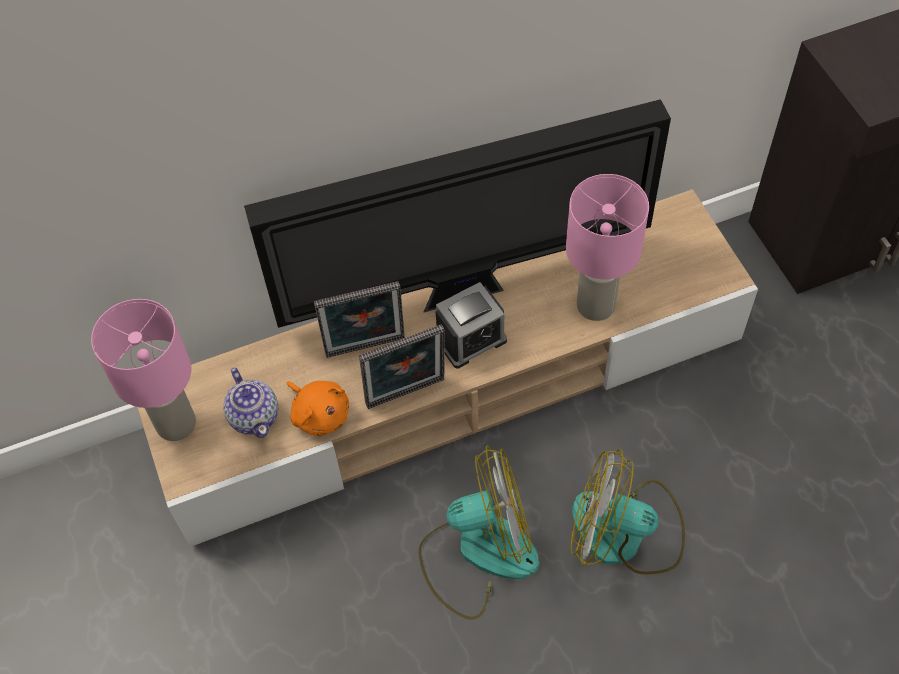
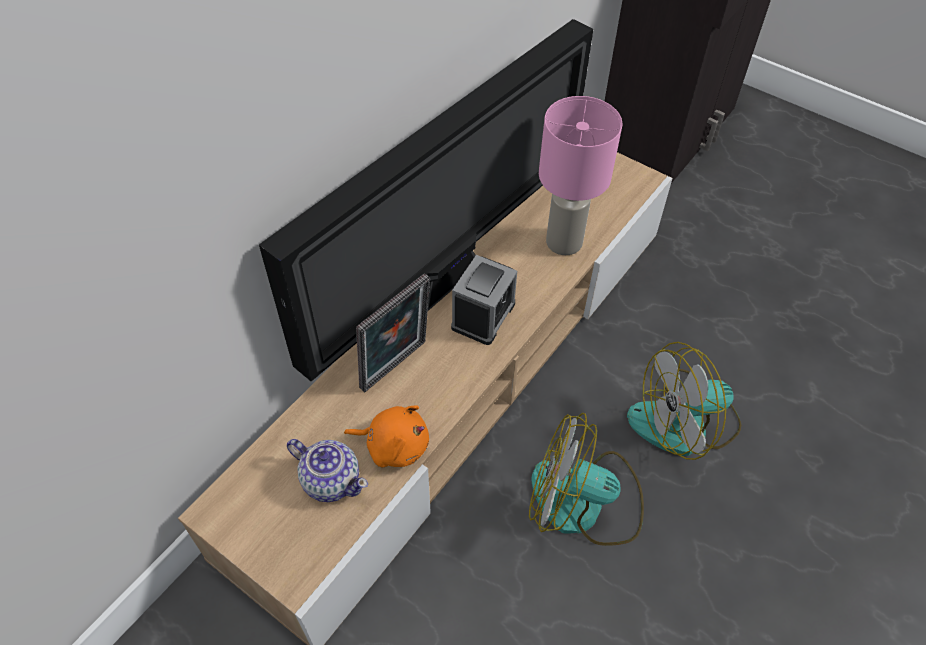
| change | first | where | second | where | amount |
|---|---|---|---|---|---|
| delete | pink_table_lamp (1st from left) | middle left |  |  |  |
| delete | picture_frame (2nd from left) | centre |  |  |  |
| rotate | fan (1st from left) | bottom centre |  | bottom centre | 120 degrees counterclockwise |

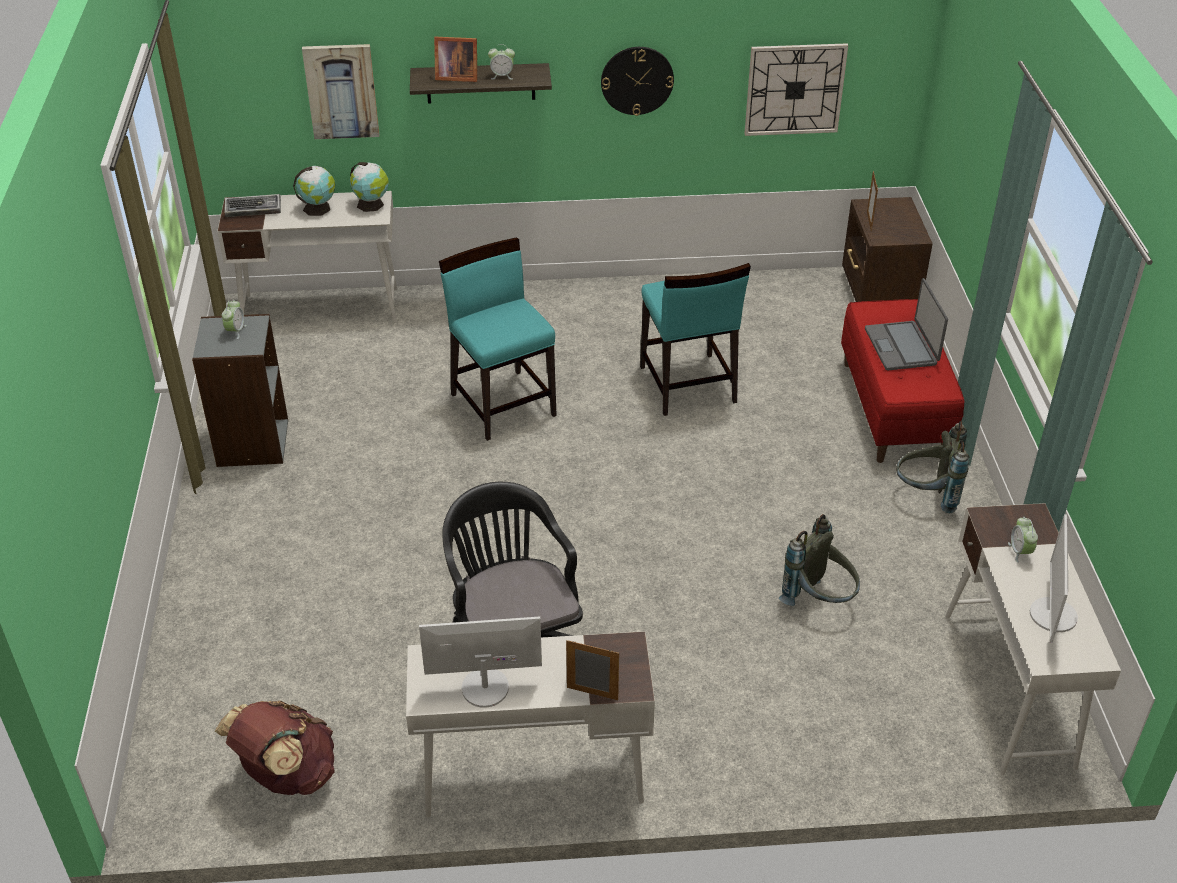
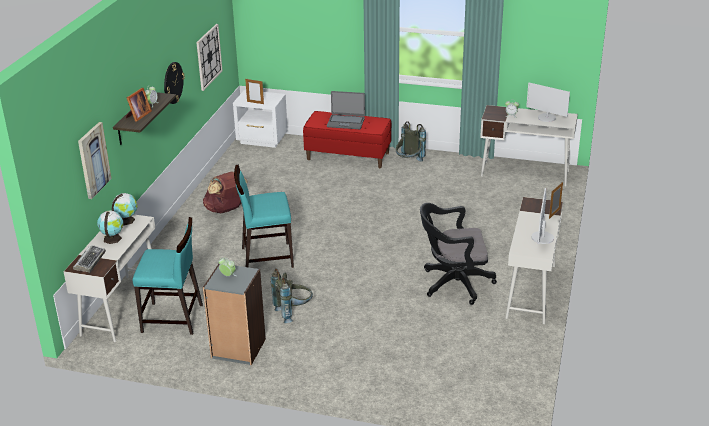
| change | first | where | second | where | amount |
|---|---|---|---|---|---|
| move | brown_backpack | bottom left |  | middle left |  |
| move | turquoise_chair (2nd from left in the first image) | centre | turquoise_chair (1st from left) | middle left |  |
| move | grey_backpack (1st from left) | middle right |  | bottom centre |  |
| recolor | brown_nightstand | top right | white_nightstand | top centre |  |

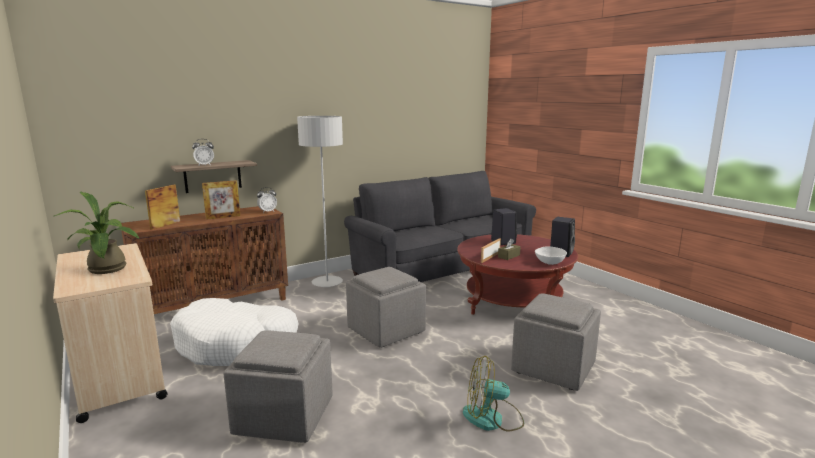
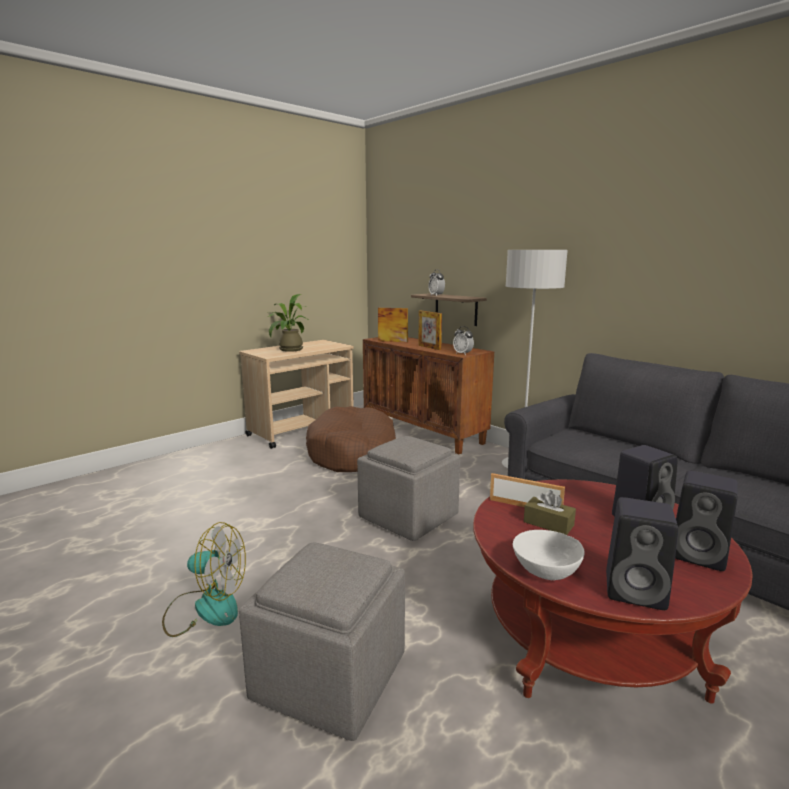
| change | first | where | second | where | amount |
|---|---|---|---|---|---|
| recolor | white_dog_bed | bottom left | brown_dog_bed | centre |  |
| delete | grey_ottoman (1st from left) | bottom centre |  |  |  |
| rotate | fan | bottom centre |  | bottom left | 105 degrees clockwise |
| insert |  |  | black_speaker (3rd from left) | middle right |  |

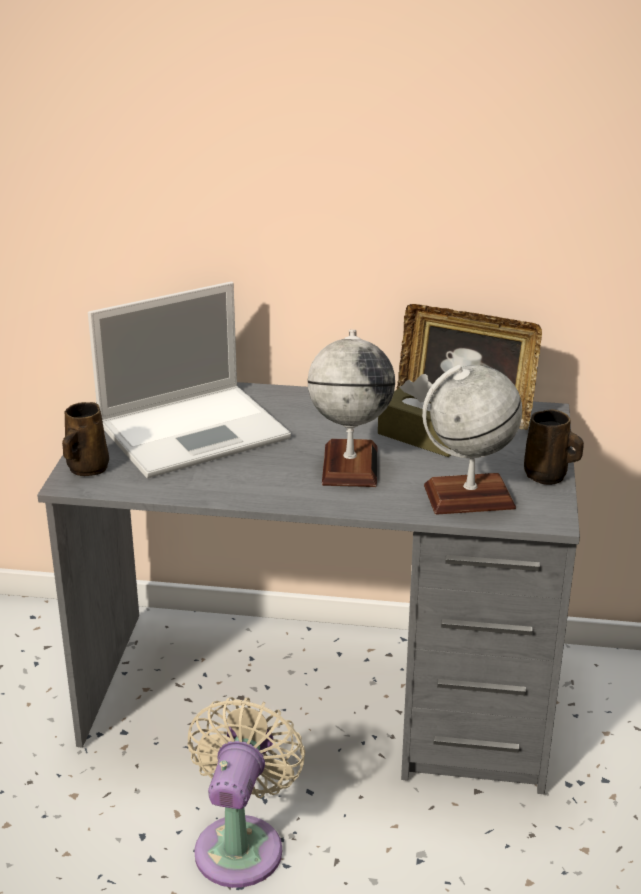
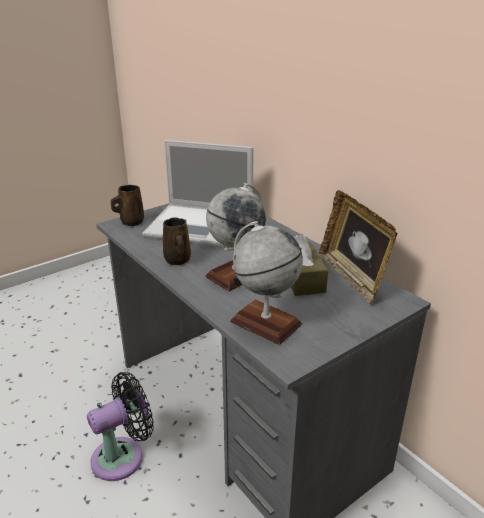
| change | first | where | second | where | amount |
|---|---|---|---|---|---|
| recolor | beige_fan | bottom centre | black_fan | bottom left |  |
| move | brown_mug (2nd from left) | middle right |  | centre |  |

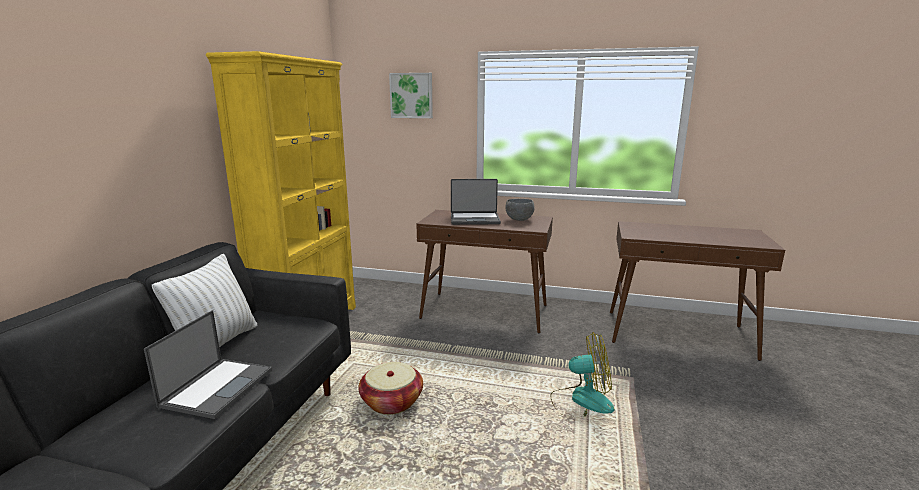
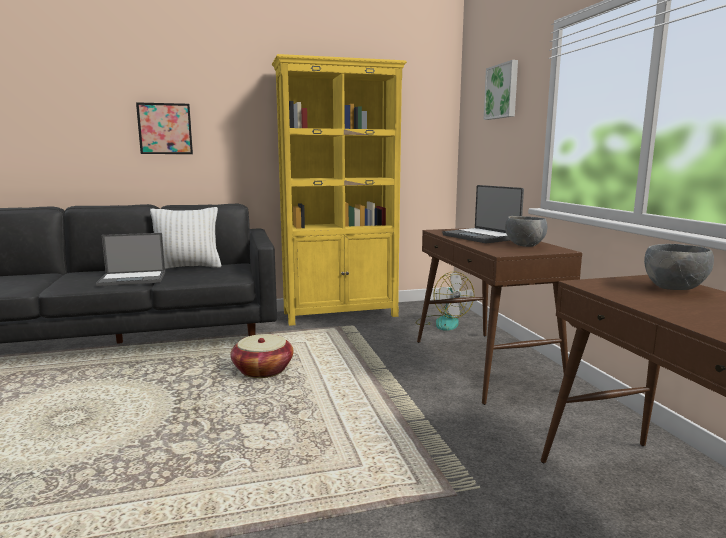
| change | first | where | second | where | amount |
|---|---|---|---|---|---|
| move | fan | bottom centre |  | centre |  |
| insert |  |  | picture (1st from left) | top left |  |
| insert |  |  | grey_bowl (2nd from left) | middle right |  |

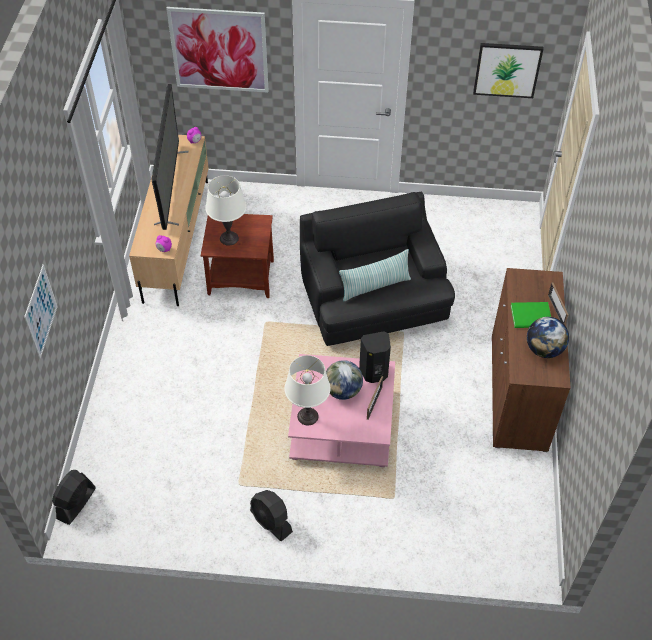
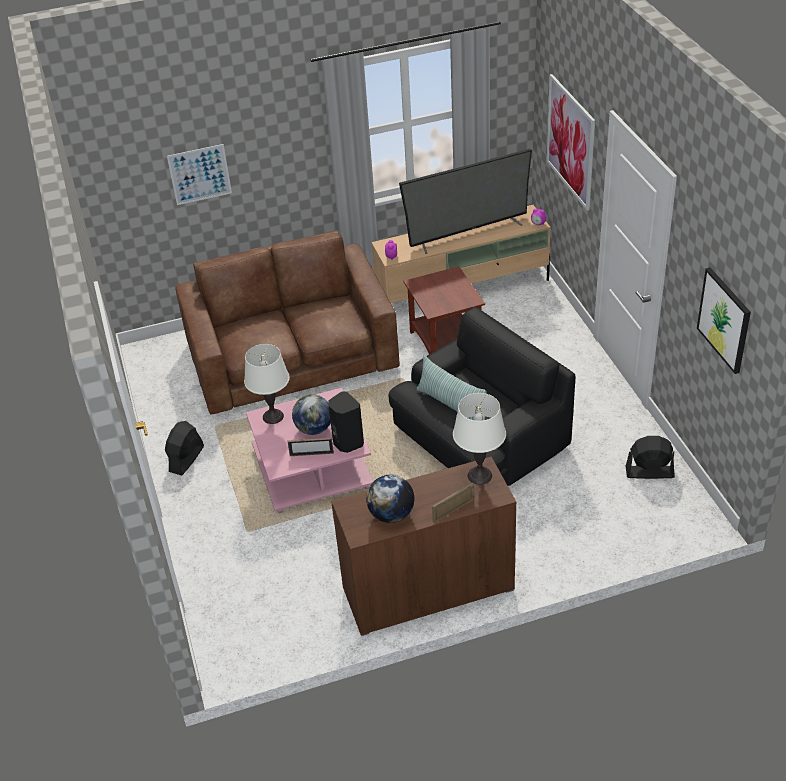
| change | first | where | second | where | amount |
|---|---|---|---|---|---|
| move | black_fan (1st from left in the first image) | bottom left | black_fan (2nd from left) | middle right |  |
| move | white_table_lamp (1st from left in the first image) | top centre | white_table_lamp (2nd from left) | centre |  |
| delete | green_book | middle right |  |  |  |
| insert |  |  | brown_sofa | centre |  |

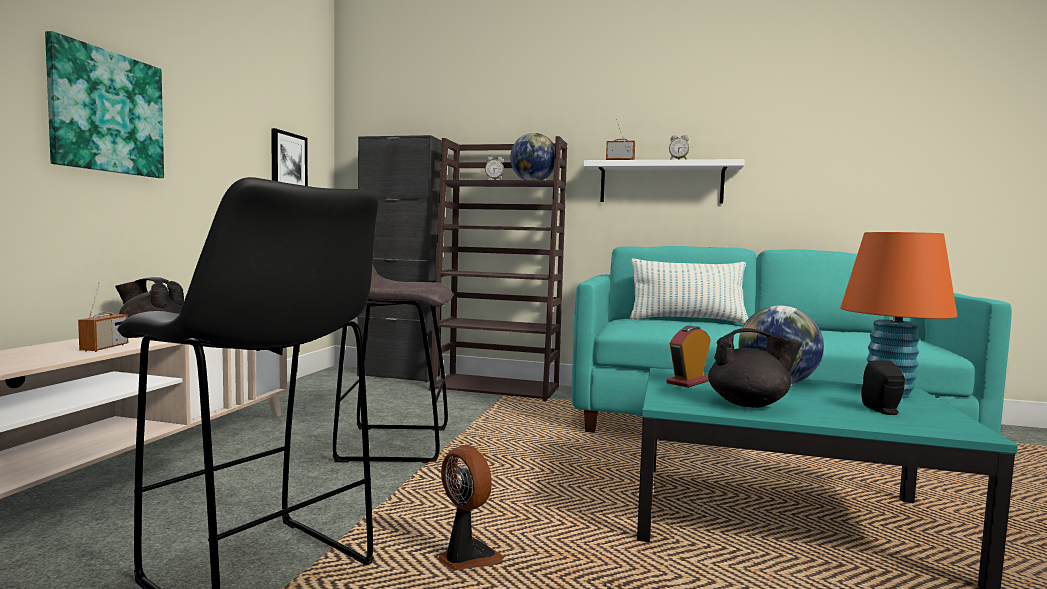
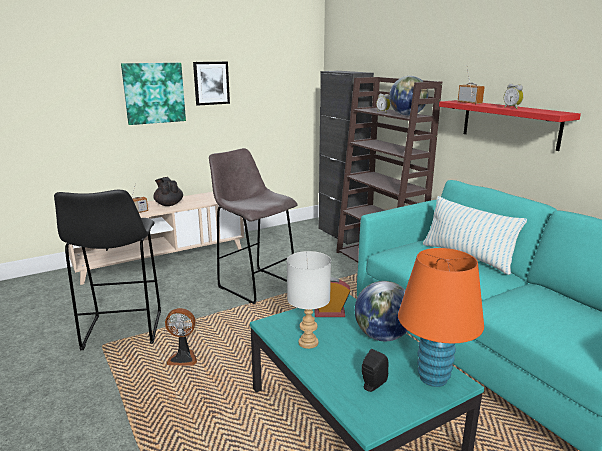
| change | first | where | second | where | amount |
|---|---|---|---|---|---|
| move | picture (2nd from left) | top left |  | top centre |  |
| rotate | fan | bottom centre |  | bottom left | 90 degrees clockwise |
| recolor | white_shelf | top centre | red_shelf | top right |  |
| replace | black_teapot (2nd from left) | middle right | grey_table_lamp | centre |  |

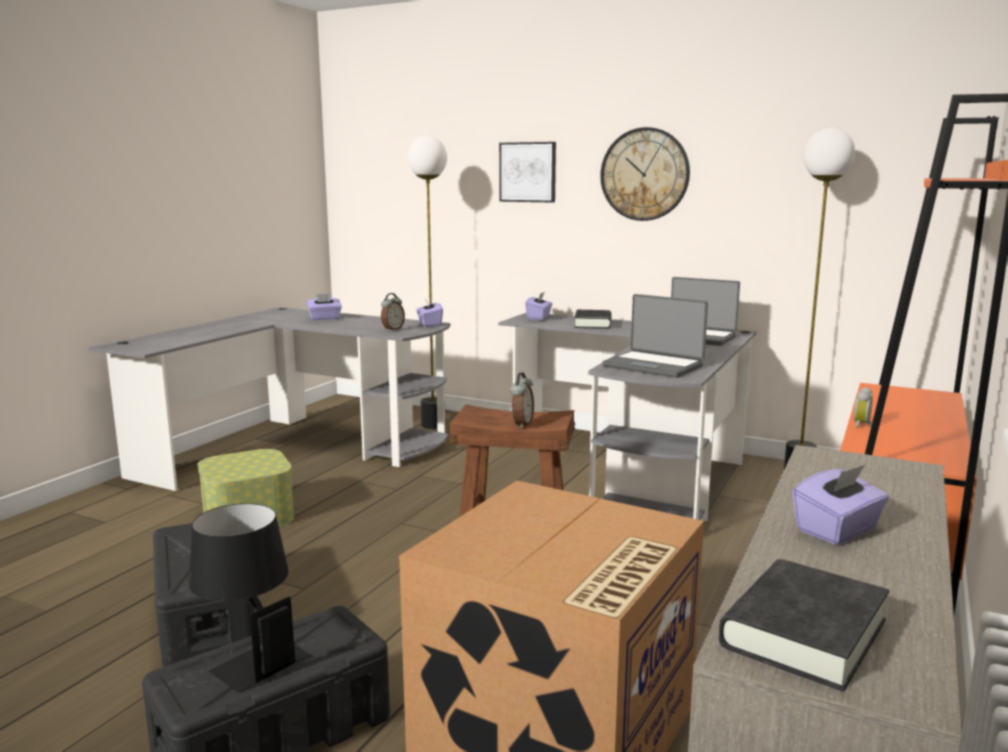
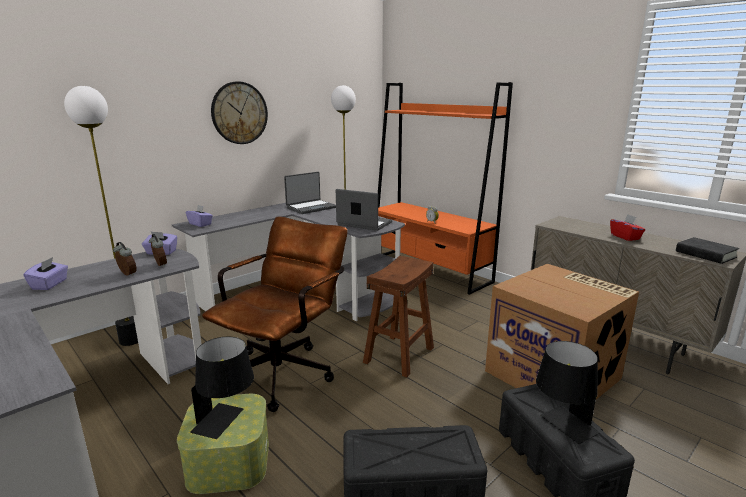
| change | first | where | second | where | amount |
|---|---|---|---|---|---|
| delete | picture | top centre |  |  |  |
| move | alarm_clock (2nd from left in the first image) | centre | alarm_clock (1st from left) | middle left |  |
| delete | black_book (1st from left) | centre |  |  |  |
| rotate | laptop (1st from left in the first image) | centre | laptop (2nd from left) | centre | 120 degrees counterclockwise |
| recolor | purple_tissue_box (4th from left) | bottom right | red_tissue_box | middle right |  |
| insert |  |  | black_table_lamp (1st from left) | bottom left |  |
| insert |  |  | brown_office_chair | centre |  |

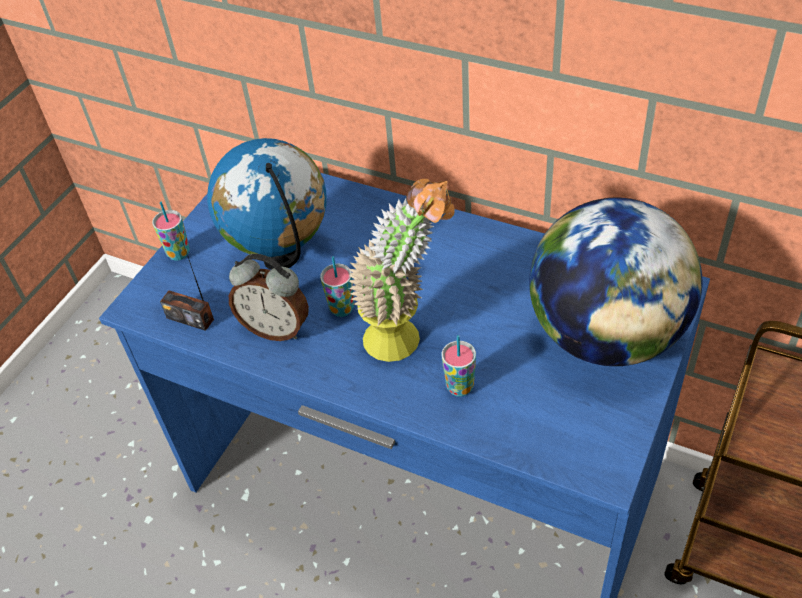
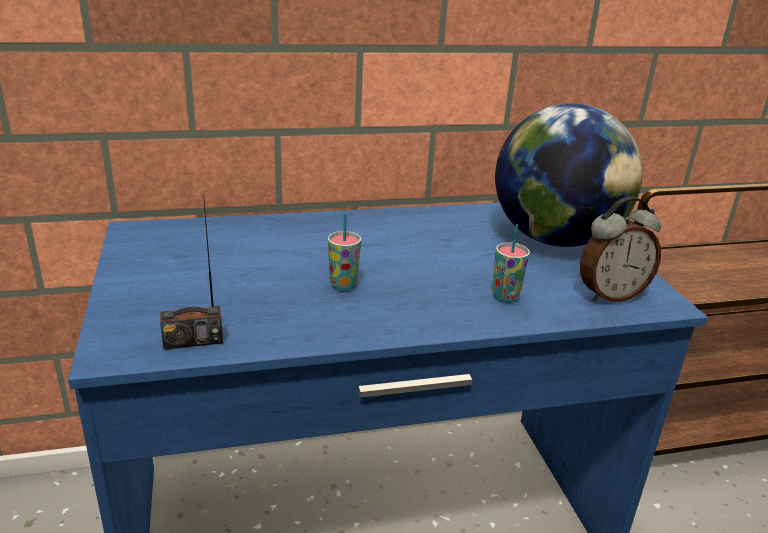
| change | first | where | second | where | amount |
|---|---|---|---|---|---|
| delete | cup (1st from left) | middle left |  |  |  |
| delete | globe (1st from left) | middle left |  |  |  |
| move | alarm_clock | centre |  | middle right |  |
| delete | potted_plant | centre |  |  |  |

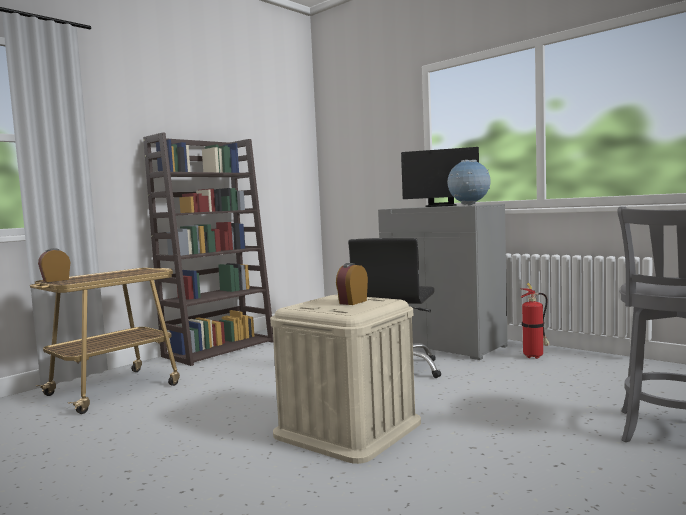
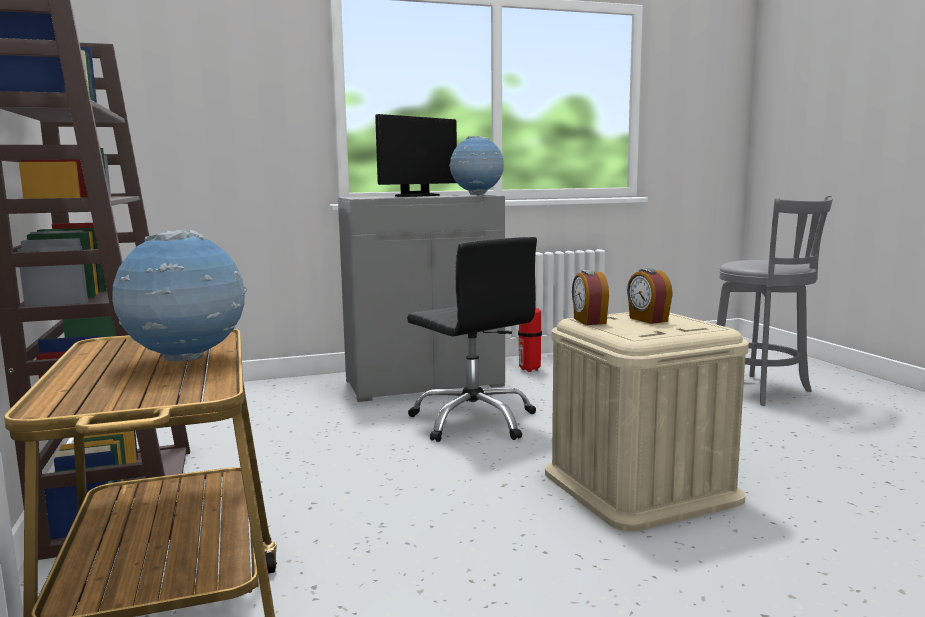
| change | first | where | second | where | amount |
|---|---|---|---|---|---|
| move | alarm_clock (1st from left) | middle left |  | centre |  |
| insert |  |  | globe (1st from left) | middle left |  |

